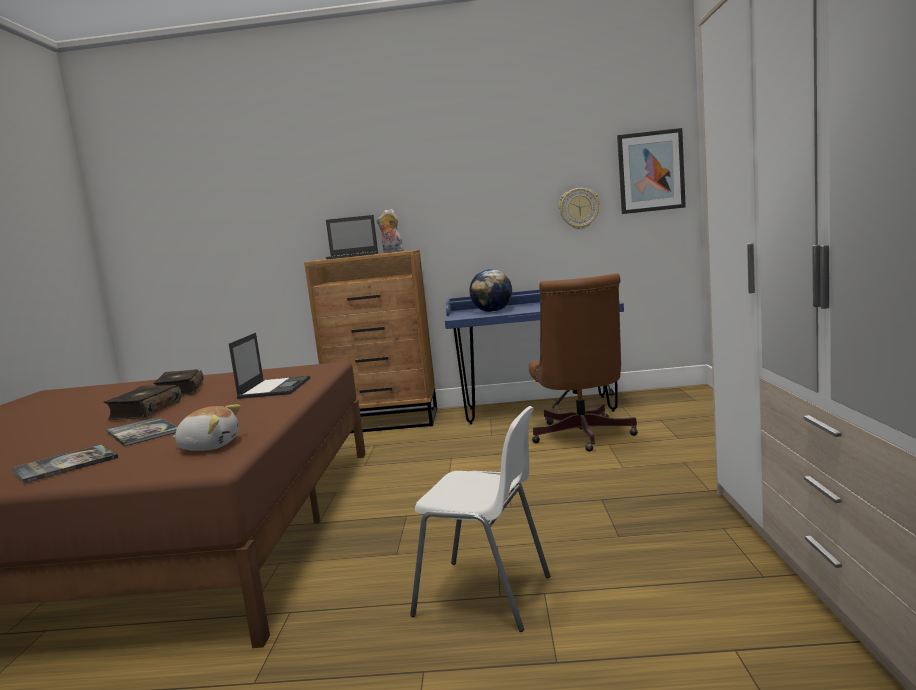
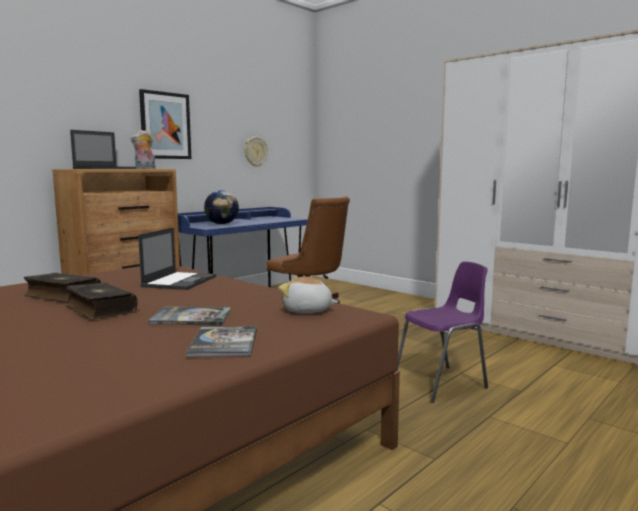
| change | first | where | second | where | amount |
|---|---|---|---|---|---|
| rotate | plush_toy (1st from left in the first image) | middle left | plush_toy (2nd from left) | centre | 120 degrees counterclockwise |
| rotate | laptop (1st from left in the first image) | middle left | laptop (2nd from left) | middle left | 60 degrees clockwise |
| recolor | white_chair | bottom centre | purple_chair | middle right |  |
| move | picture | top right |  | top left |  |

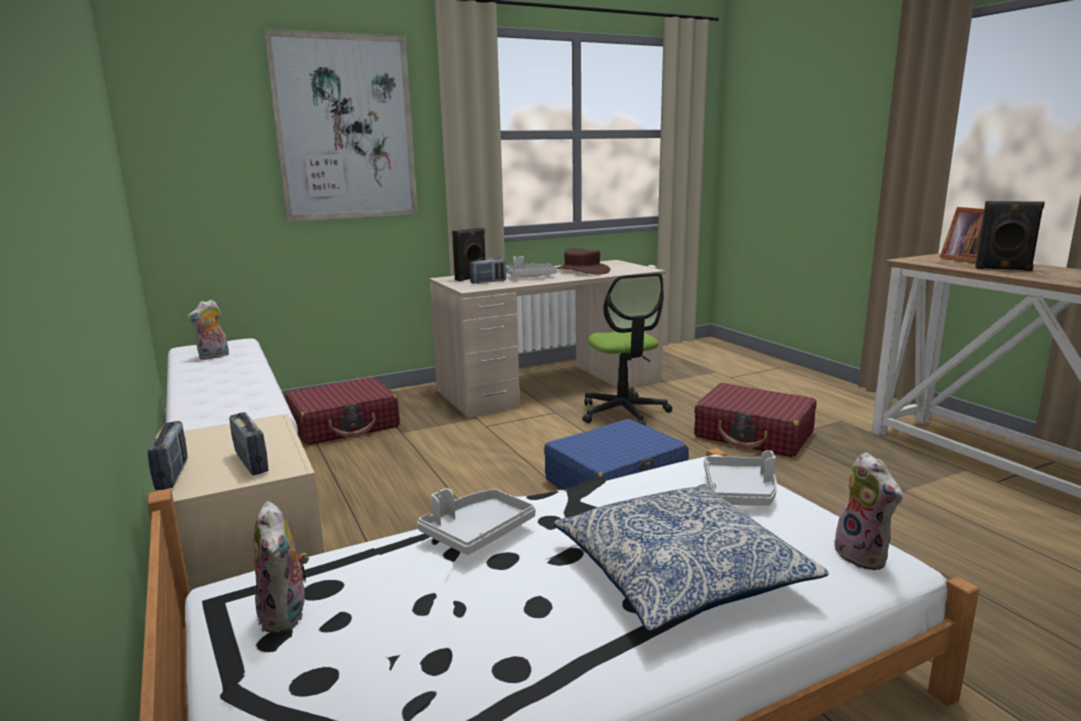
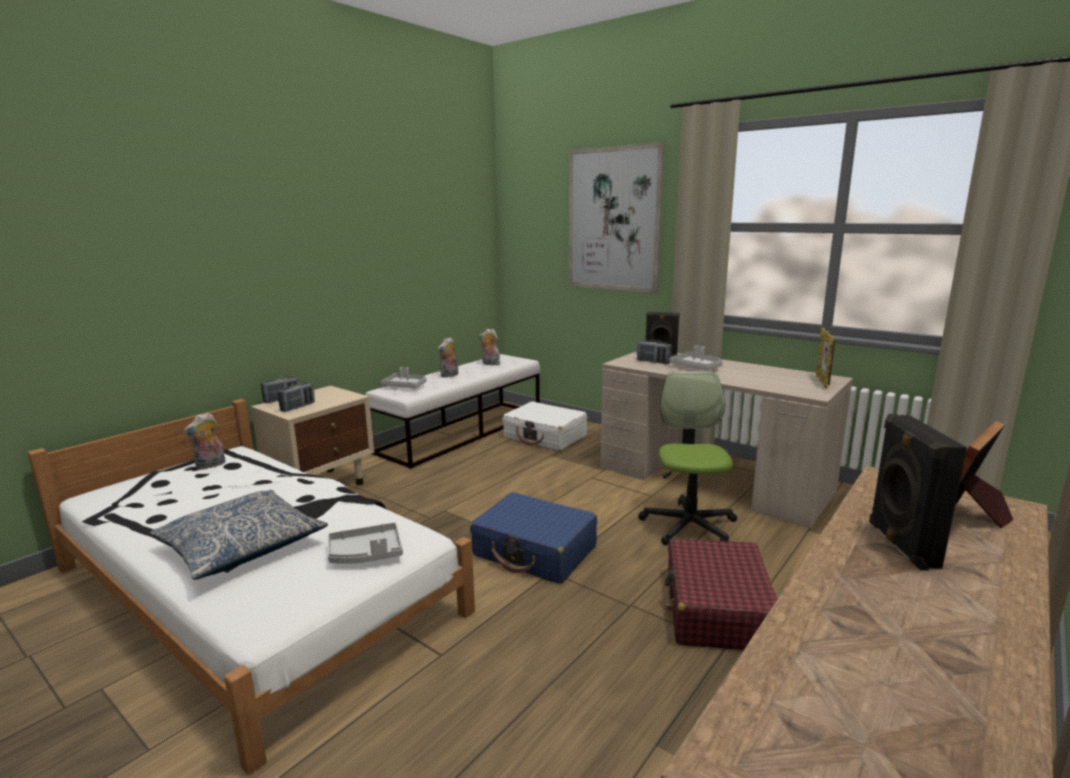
| change | first | where | second | where | amount |
|---|---|---|---|---|---|
| recolor | red_suitcase (1st from left) | middle left | white_suitcase | centre |  |
| move | grey_tray (1st from left in the first image) | bottom centre | grey_tray (2nd from left) | centre |  |
| delete | brown_hat | centre |  |  |  |
| rotate | office_chair | centre |  | centre | 135 degrees clockwise |
| move | plush_toy (3rd from left in the first image) | bottom right | plush_toy (2nd from left) | centre |  |
| insert |  |  | picture_frame (1st from left) | middle right |  |

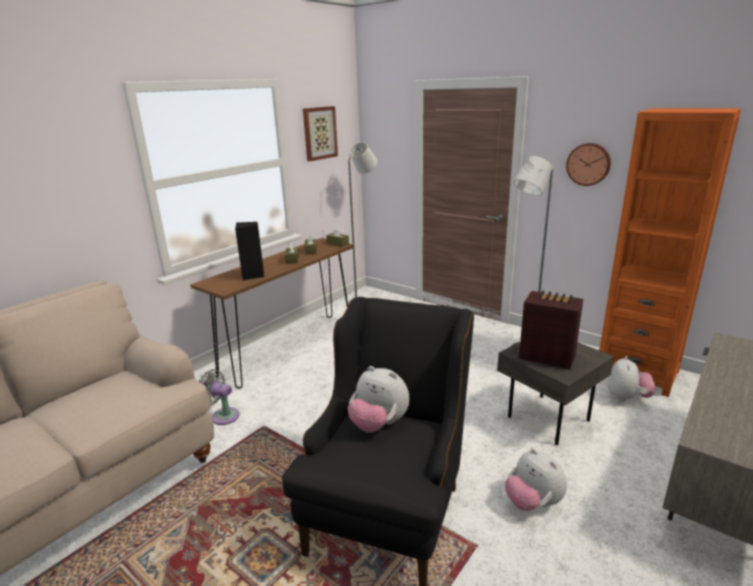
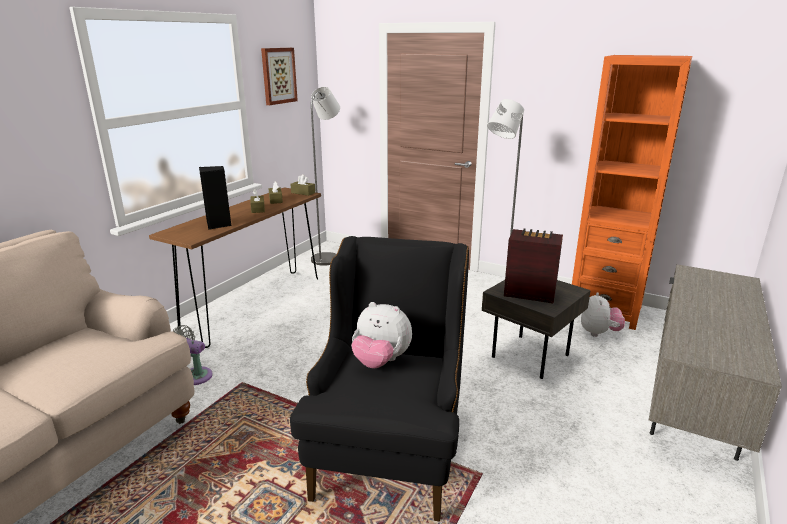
| change | first | where | second | where | amount |
|---|---|---|---|---|---|
| delete | plush_toy (2nd from left) | bottom right |  |  |  |
| delete | wall_clock | top right |  |  |  |

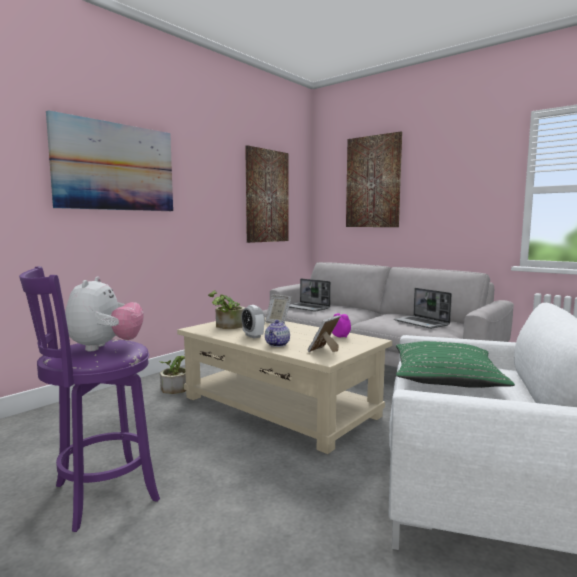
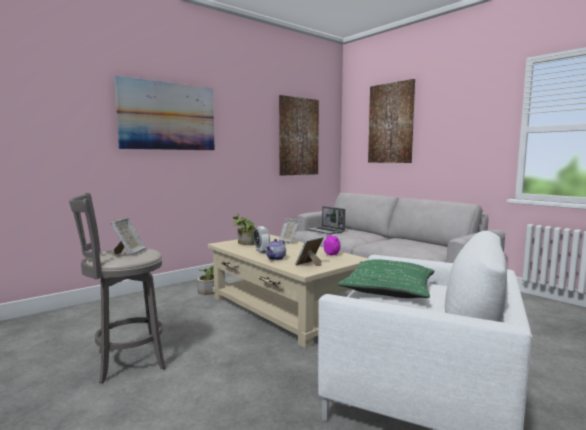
| change | first | where | second | where | amount |
|---|---|---|---|---|---|
| recolor | purple_stool | bottom left | grey_stool | bottom left |  |
| replace | plush_toy | middle left | picture_frame (1st from left) | middle left |  |
| delete | laptop (2nd from left) | middle right |  |  |  |

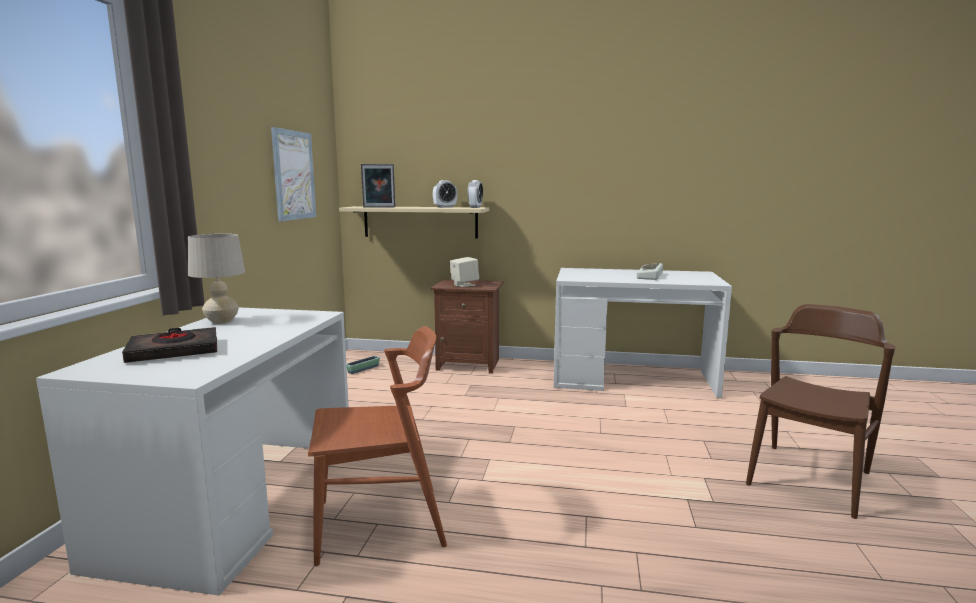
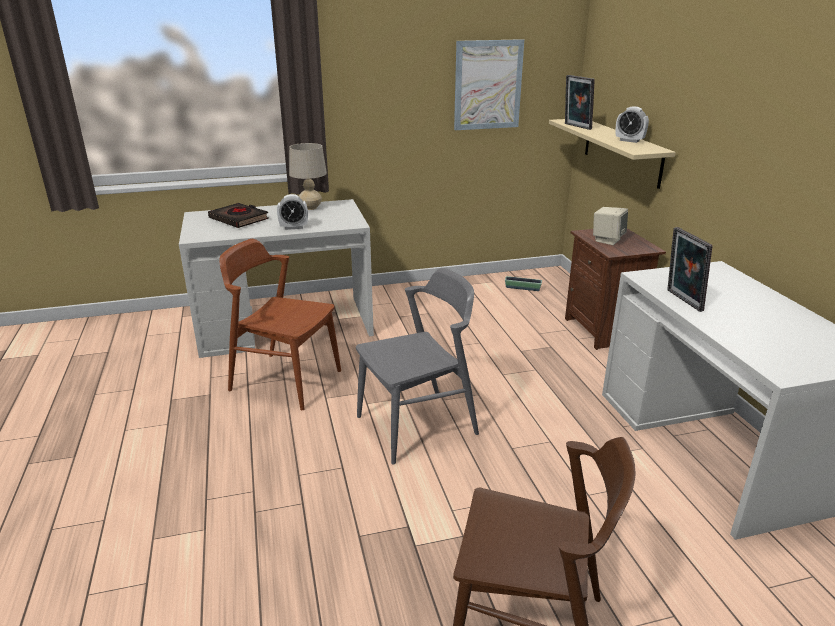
| change | first | where | second | where | amount |
|---|---|---|---|---|---|
| rotate | brown_chair (1st from left) | bottom centre |  | centre | 150 degrees clockwise |
| move | alarm_clock (2nd from left in the first image) | top centre | alarm_clock (1st from left) | centre |  |
| delete | keyboard | centre |  |  |  |
| insert |  |  | grey_chair | centre |  |
| insert |  |  | picture_frame (2nd from left) | middle right |  |

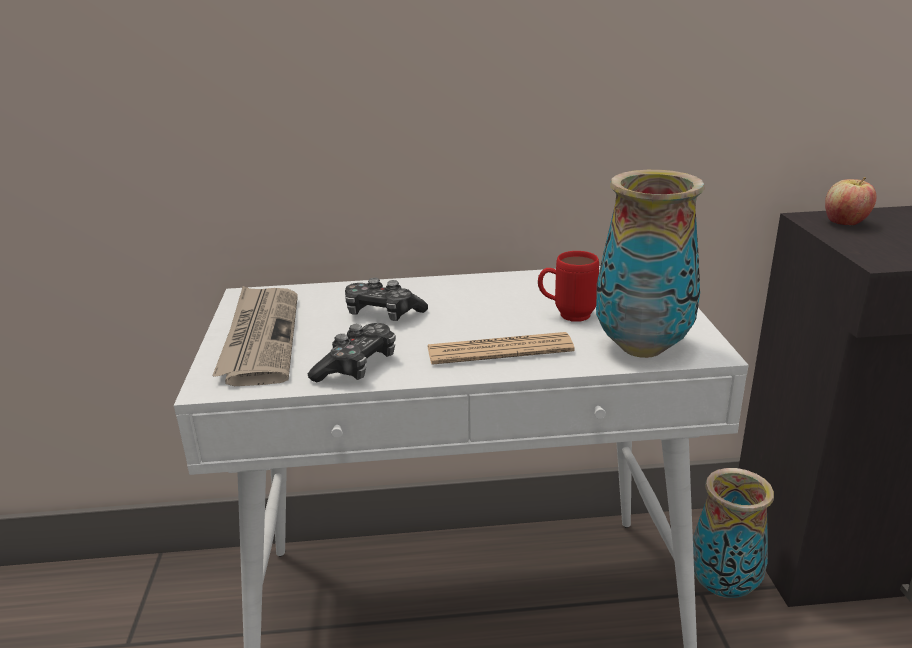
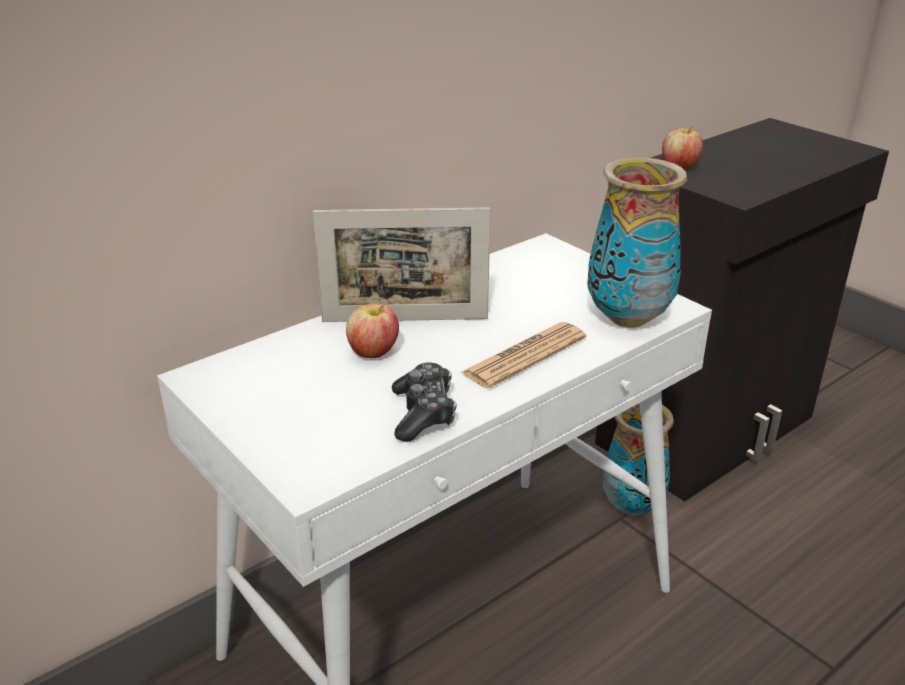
| change | first | where | second | where | amount |
|---|---|---|---|---|---|
| delete | newspaper (1st from left) | middle left |  |  |  |
| replace | game_controller (2nd from left) | centre | apple (1st from left) | centre |  |
| delete | red_mug | centre |  |  |  |
| insert |  |  | picture_frame | centre |  |

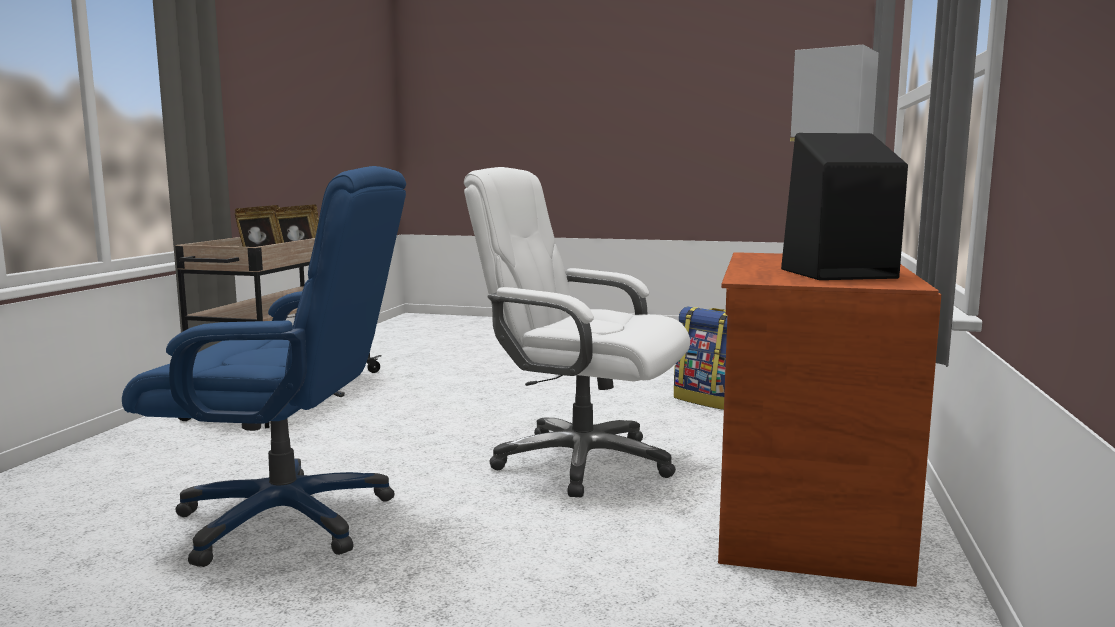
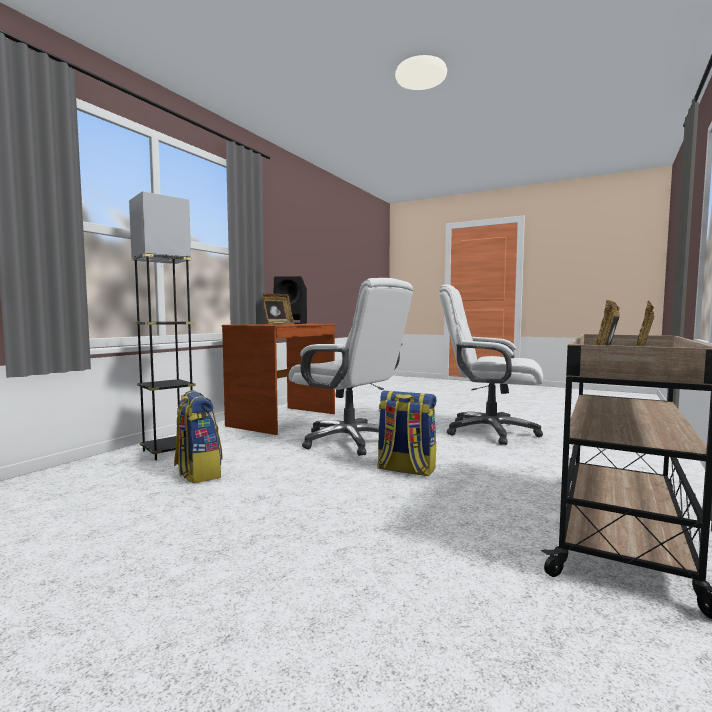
| change | first | where | second | where | amount |
|---|---|---|---|---|---|
| recolor | blue_office_chair | middle left | white_office_chair (2nd from left) | middle right |  |
| insert |  |  | picture_frame (1st from left) | centre |  |
| insert |  |  | backpack (2nd from left) | centre |  |

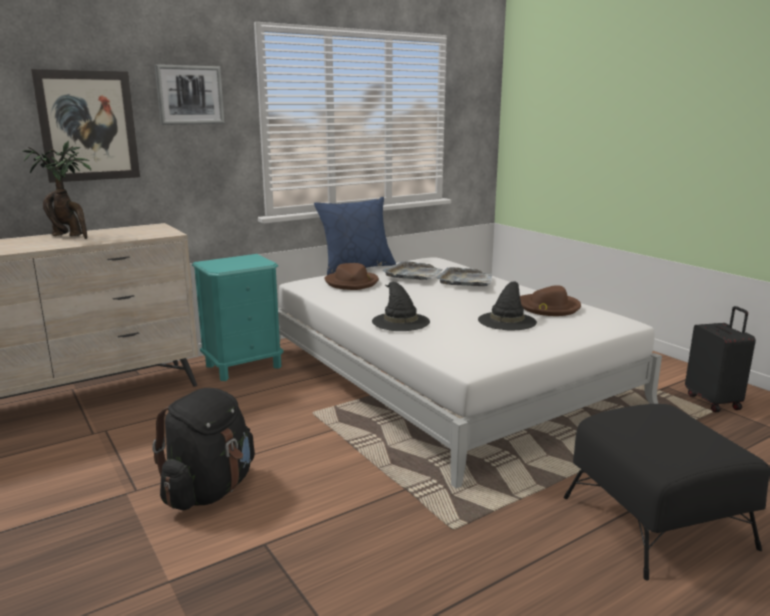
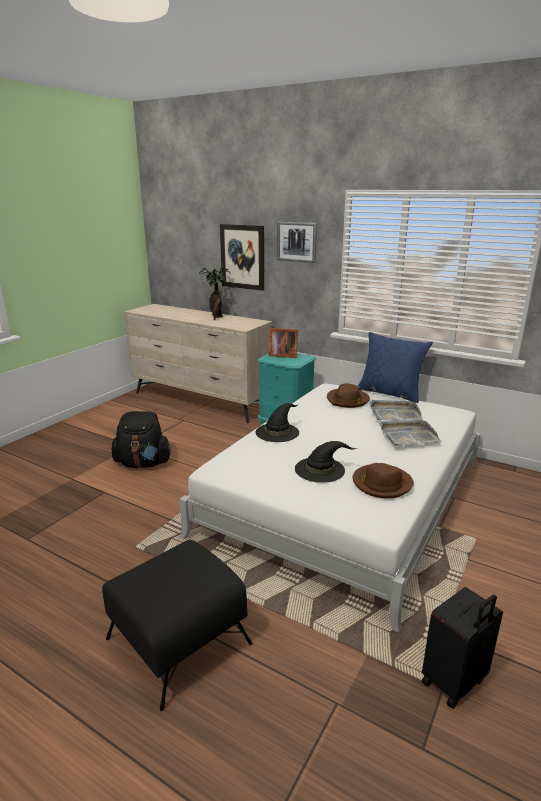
| change | first | where | second | where | amount |
|---|---|---|---|---|---|
| insert |  |  | picture_frame | centre |  |

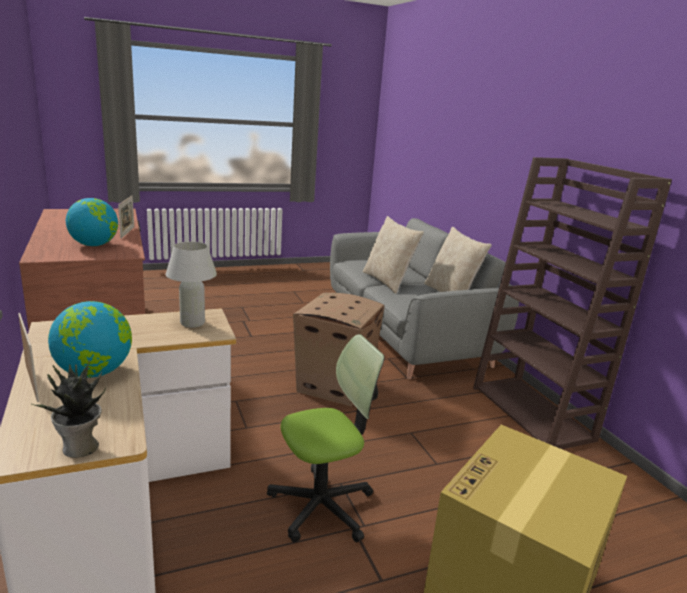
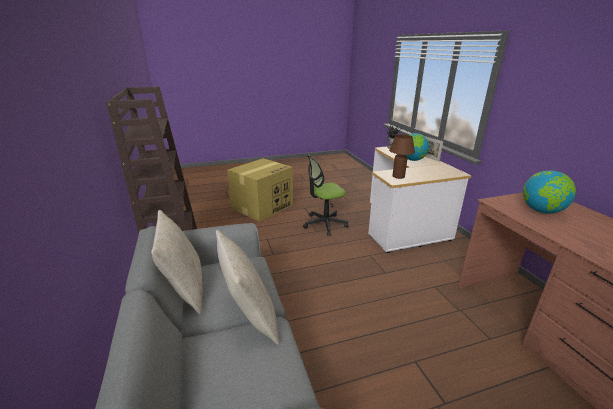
| change | first | where | second | where | amount |
|---|---|---|---|---|---|
| delete | picture_frame (2nd from left) | middle left |  |  |  |
| recolor | white_table_lamp | middle left | brown_table_lamp | centre |  |
| delete | cardboard_box (1st from left) | centre |  |  |  |

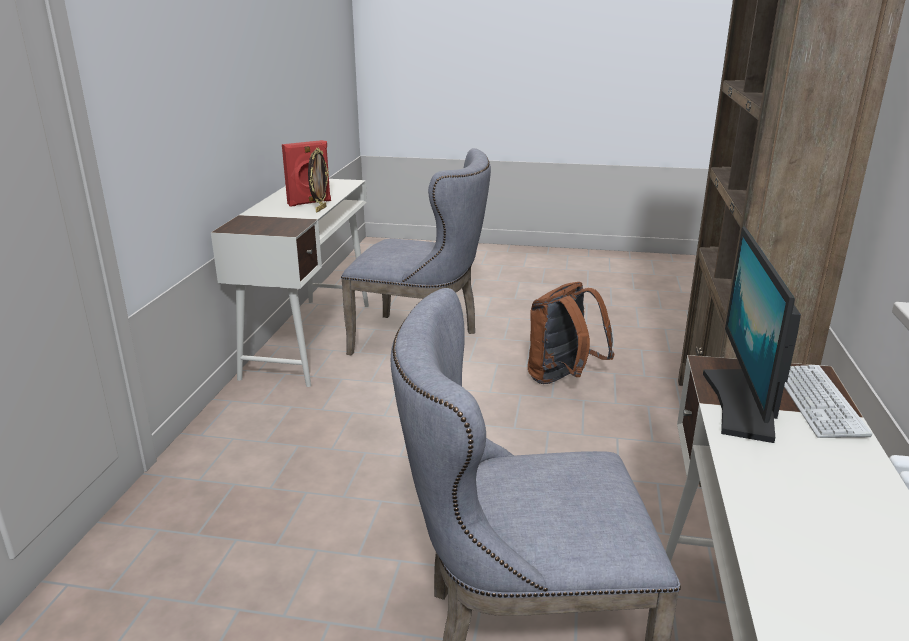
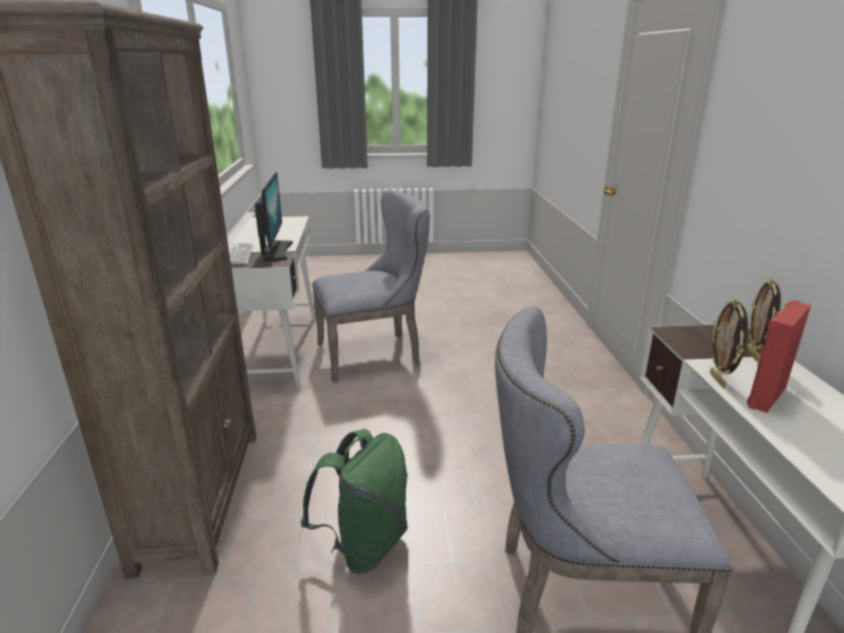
| change | first | where | second | where | amount |
|---|---|---|---|---|---|
| recolor | brown_backpack | centre | green_backpack | bottom centre |  |
| insert |  |  | picture_frame (2nd from left) | middle right |  |

